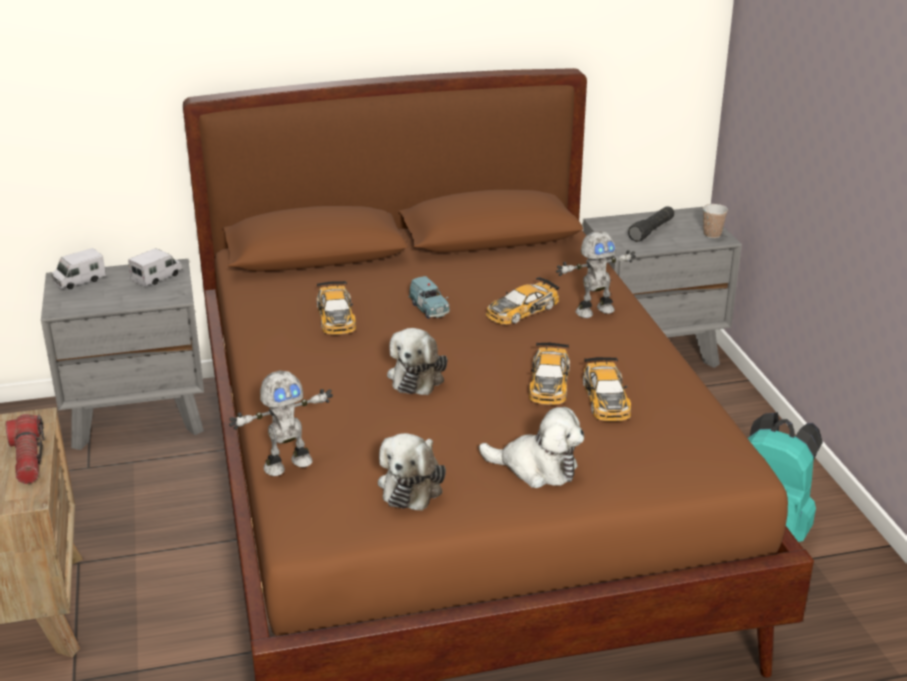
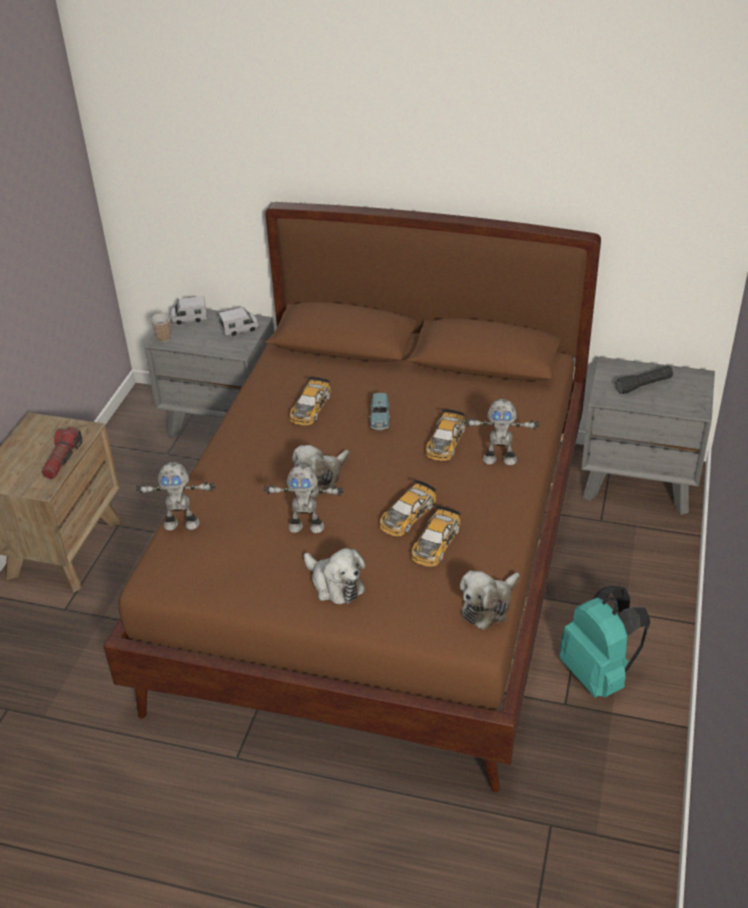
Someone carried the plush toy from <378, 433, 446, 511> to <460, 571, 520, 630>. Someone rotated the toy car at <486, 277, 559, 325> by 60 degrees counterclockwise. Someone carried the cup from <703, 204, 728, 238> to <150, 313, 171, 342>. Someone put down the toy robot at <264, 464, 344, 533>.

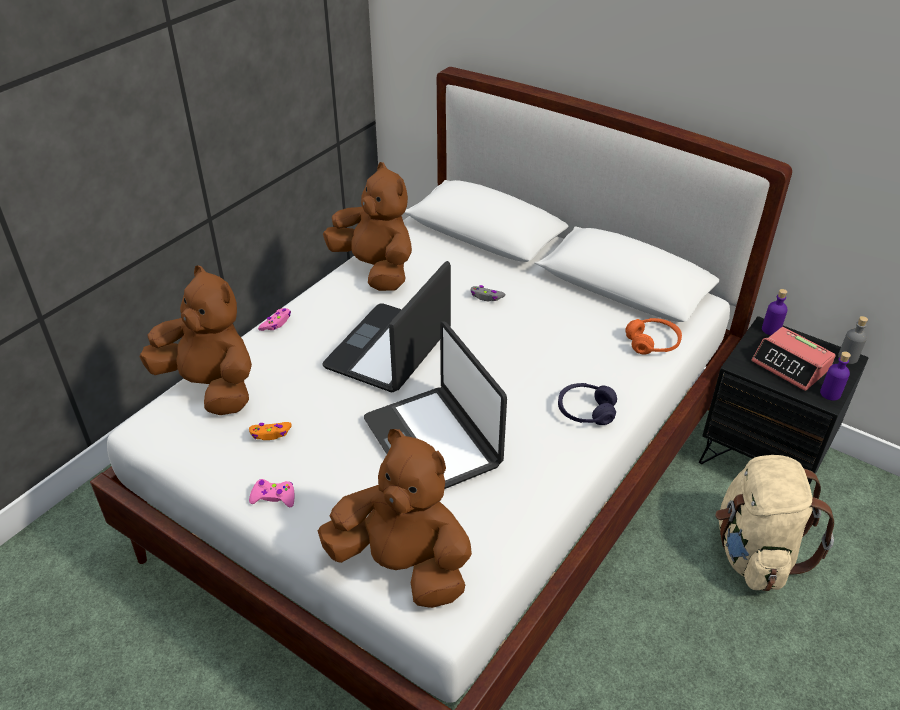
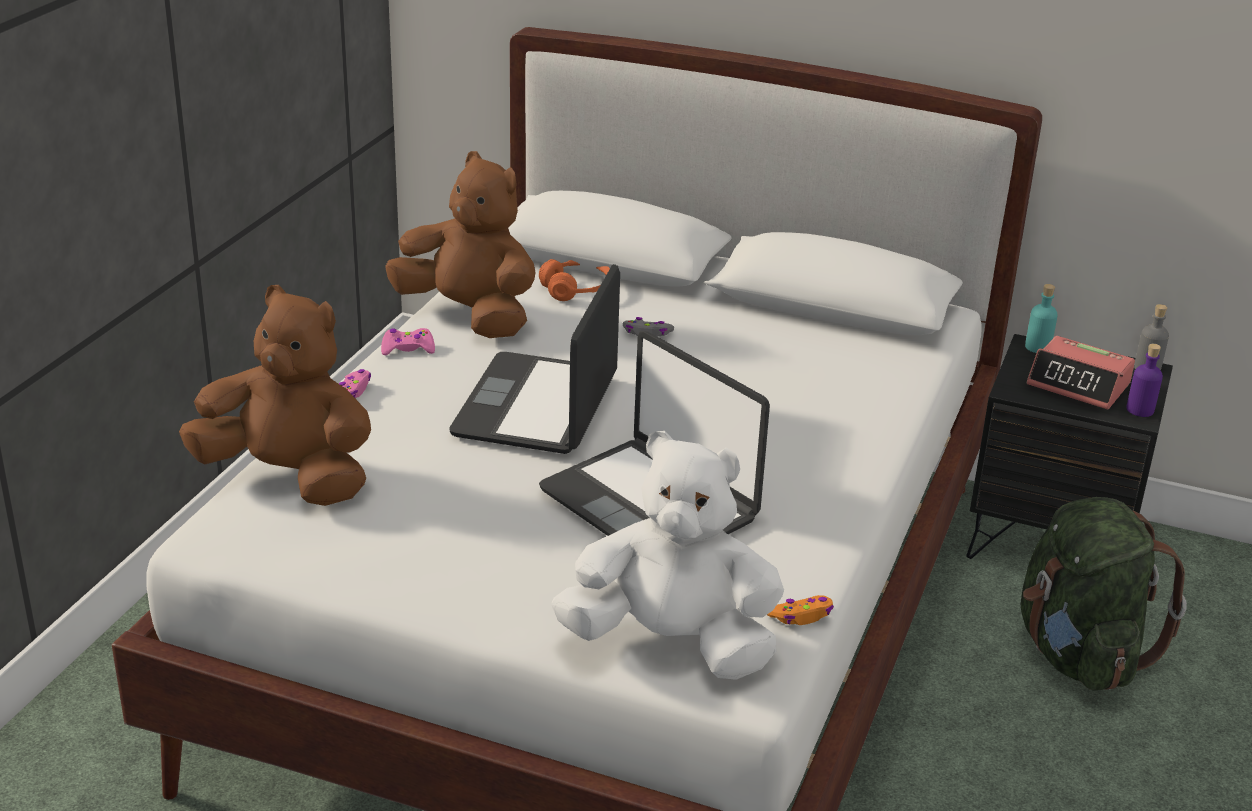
Someone carried the game controller (orange) from <249, 422, 292, 440> to <767, 595, 834, 625>. Someone carried the game controller (pink) from <249, 479, 294, 507> to <381, 328, 435, 355>. Someone repainted the plush toy (brown) at <318, 429, 472, 608>, which became the plush toy (white) at <551, 431, 784, 680>. Someone took away the headphones (purple) at <558, 383, 617, 425>. Someone carried the headphones (orange) from <625, 318, 682, 354> to <539, 259, 610, 301>. Someone repainted the backpack (beige) at <715, 455, 834, 591>, which became the backpack (green) at <1021, 497, 1187, 691>. Someone repainted the bottle (purple) at <762, 289, 787, 335>, which became the bottle (turquoise) at <1025, 284, 1058, 353>.

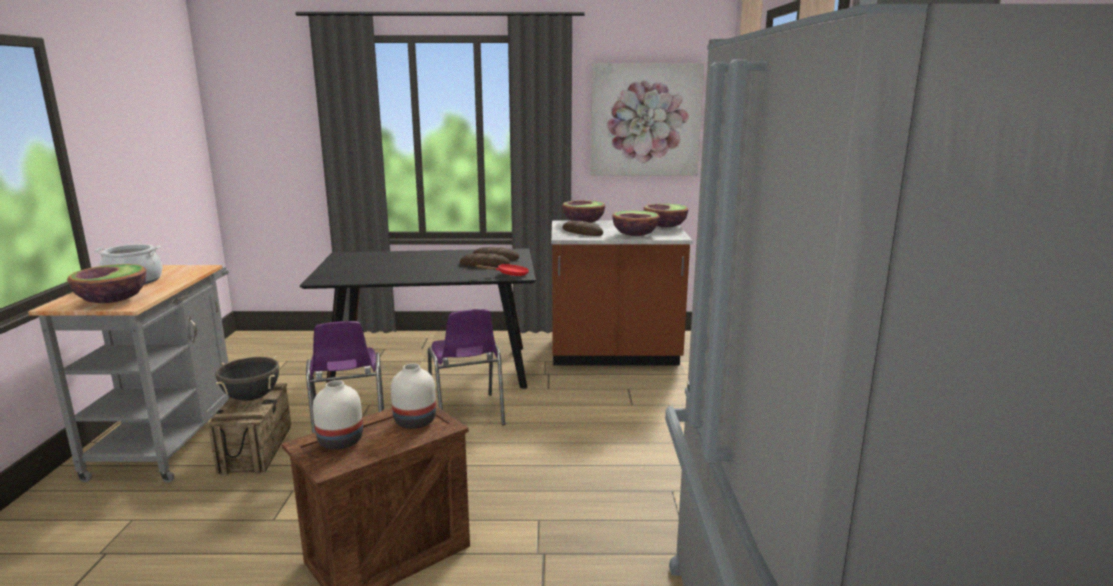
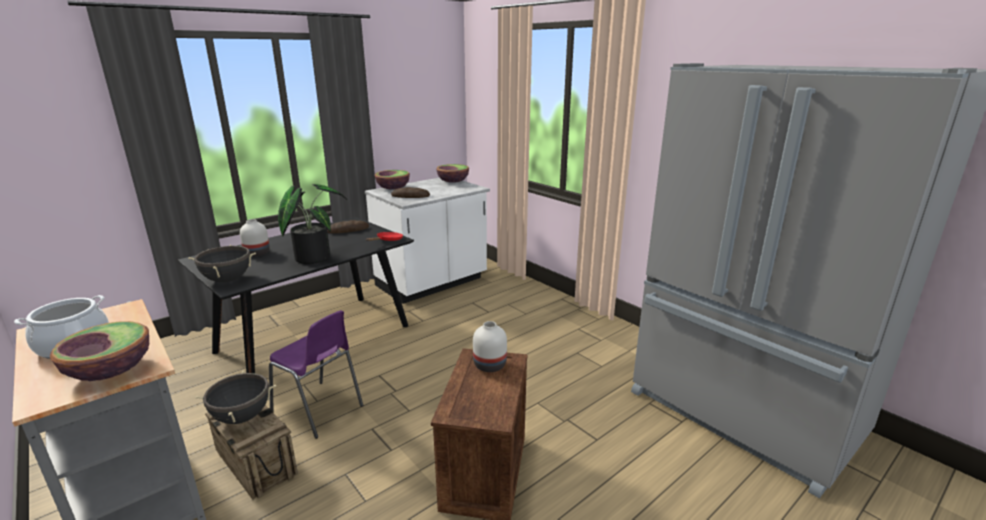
Someone carried the vase (white) from <313, 380, 363, 450> to <240, 219, 270, 256>. Someone took away the chair (purple) at <428, 309, 505, 425>. Someone took away the bread at <460, 253, 510, 267>. Someone repainted the counter (brown) at <551, 220, 693, 366>, which became the counter (white) at <365, 178, 490, 304>. Someone took away the picture at <591, 63, 704, 175>. Someone took away the bowl at <612, 210, 660, 236>. Someone put down the cooking pot (black) at <188, 245, 256, 282>. Someone put down the potted plant at <278, 184, 347, 264>.

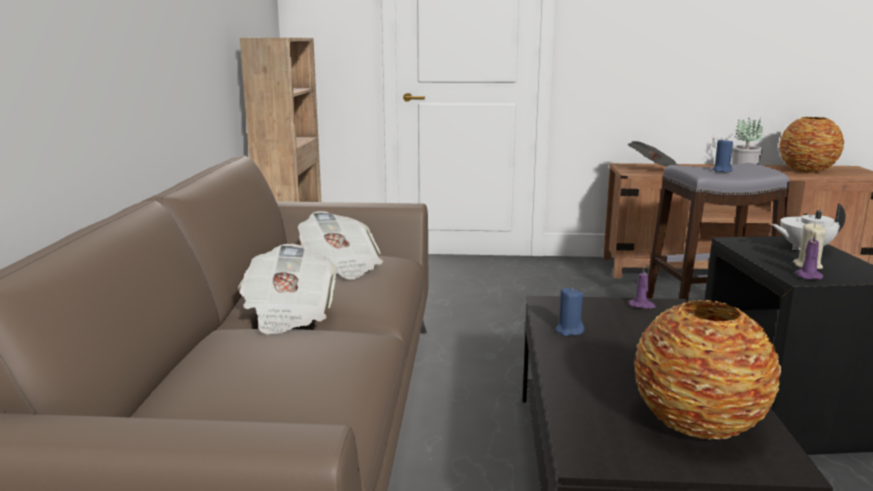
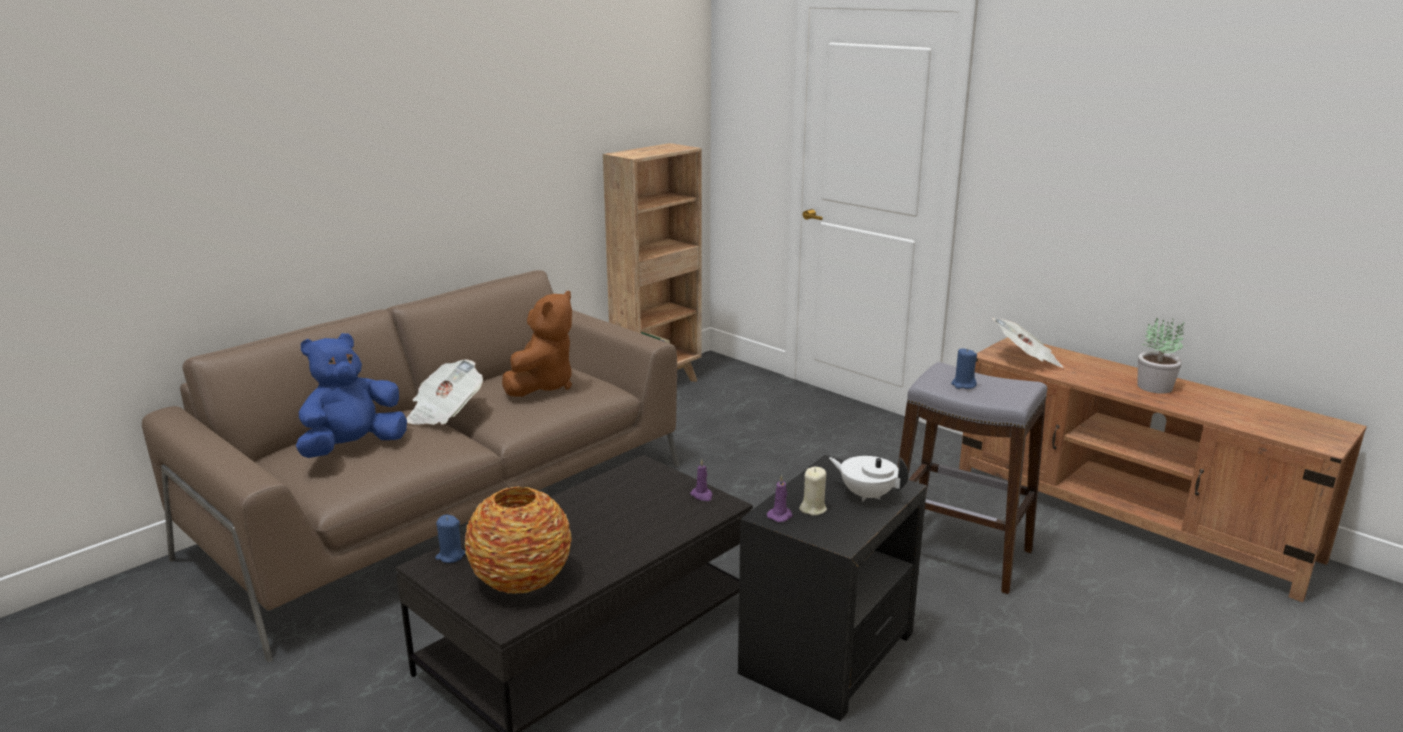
Someone swapped the newspaper at <298, 211, 383, 280> for the plush toy (brown) at <502, 291, 572, 397>. Someone carried the candle (blue) from <555, 287, 584, 336> to <435, 515, 465, 563>. Someone took away the vase at <779, 117, 844, 173>. Someone put down the plush toy (blue) at <296, 333, 407, 458>.

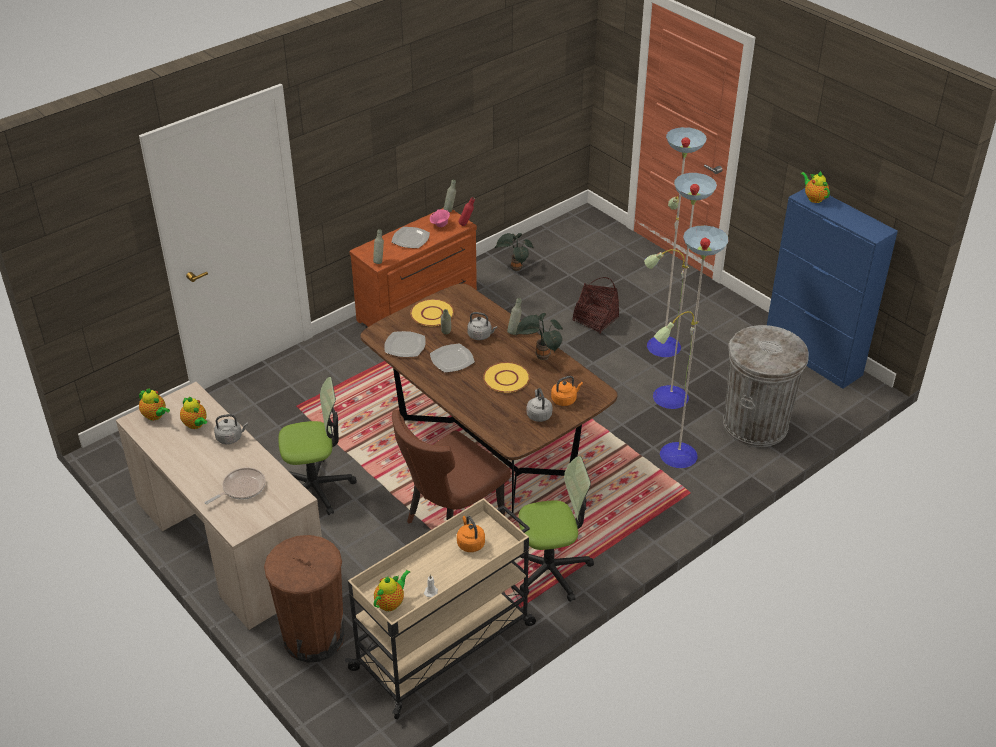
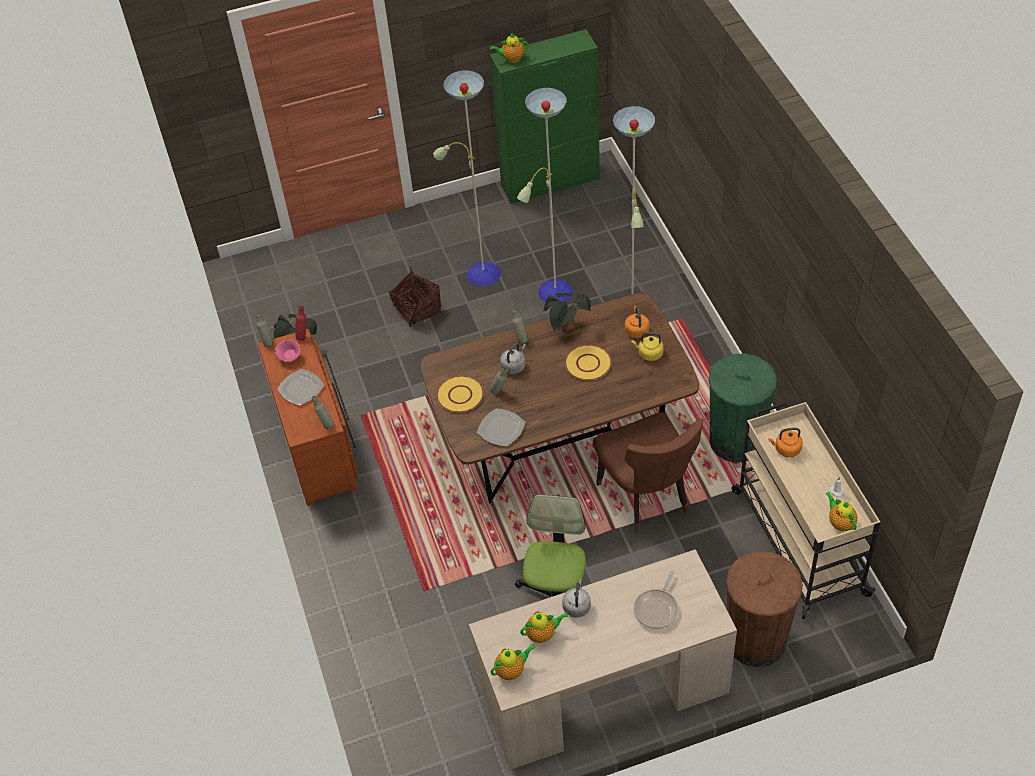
Someone rotated the frying pan at <205, 468, 266, 504> by 135 degrees counterclockwise. Someone took away the plate at <430, 343, 475, 373>. Someone swapped the office chair at <518, 456, 594, 602> for the trash can (green) at <709, 354, 777, 462>. Someone repainted the kettle (grey) at <527, 388, 553, 422>, which became the kettle (yellow) at <631, 332, 664, 361>. Someone took away the trash can (grey) at <723, 325, 808, 447>. Someone repainted the cabinet (blue) at <767, 188, 898, 389>, which became the cabinet (green) at <490, 29, 600, 204>.

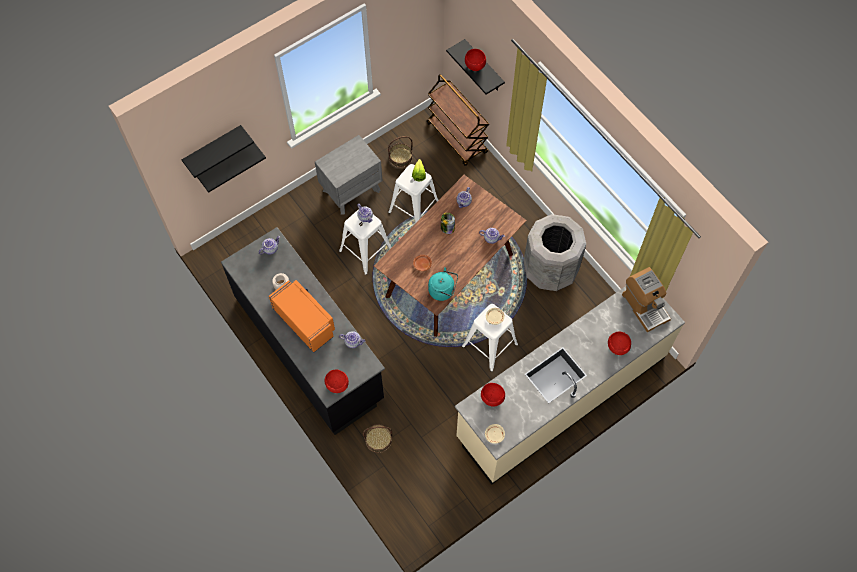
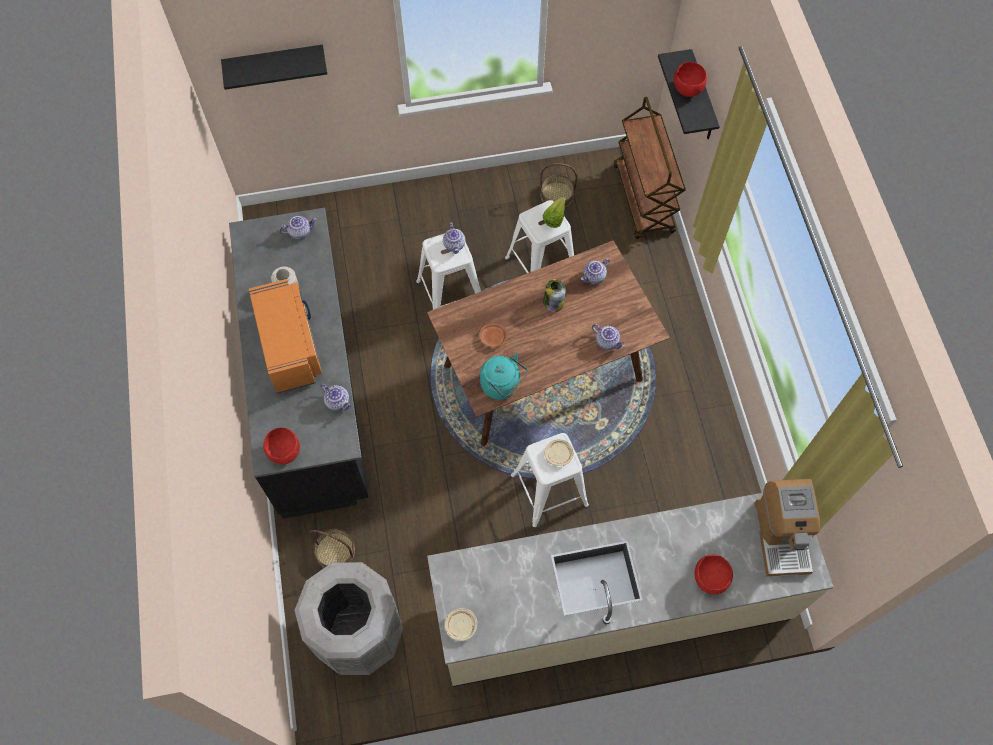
Someone took away the shelf (black) at <197, 142, 266, 193>. Someone took away the nightstand (grey) at <315, 135, 383, 215>. Someone took away the bowl (red) at <481, 383, 505, 407>. Someone carried the trash can (grey) from <523, 214, 586, 291> to <294, 562, 403, 675>.

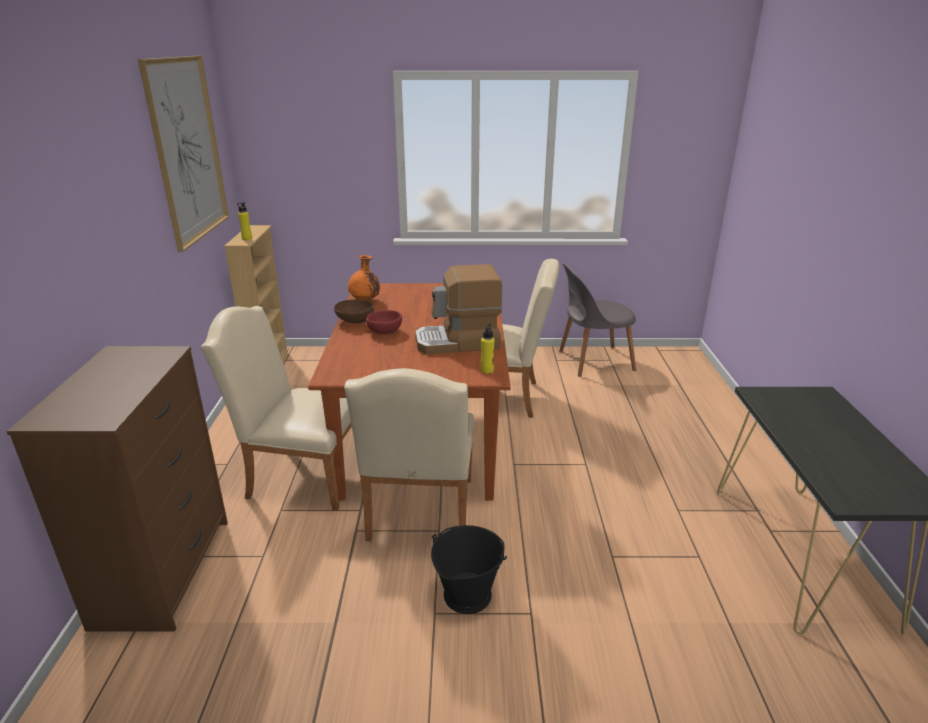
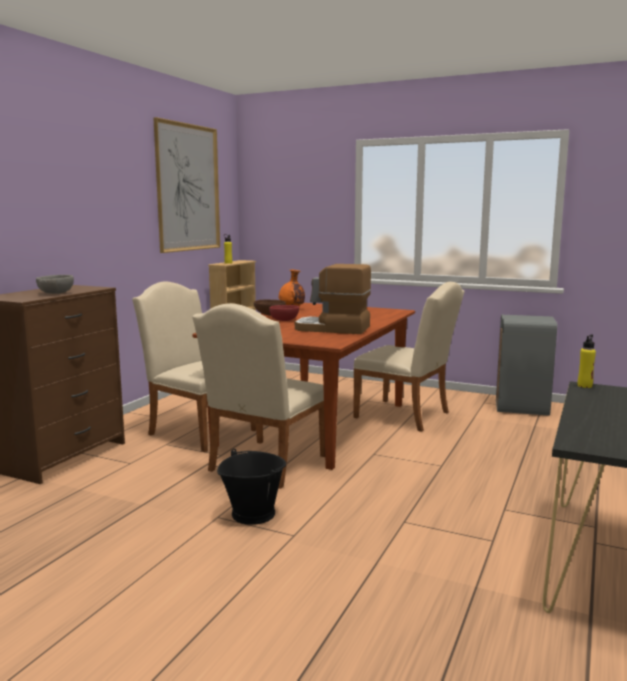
Someone carried the bottle (yellow) from <481, 323, 495, 374> to <578, 334, 596, 388>. Someone swapped the chair (grey) at <559, 263, 636, 377> for the trash can (grey) at <496, 315, 557, 416>. Someone put down the bowl (grey) at <36, 275, 74, 294>.

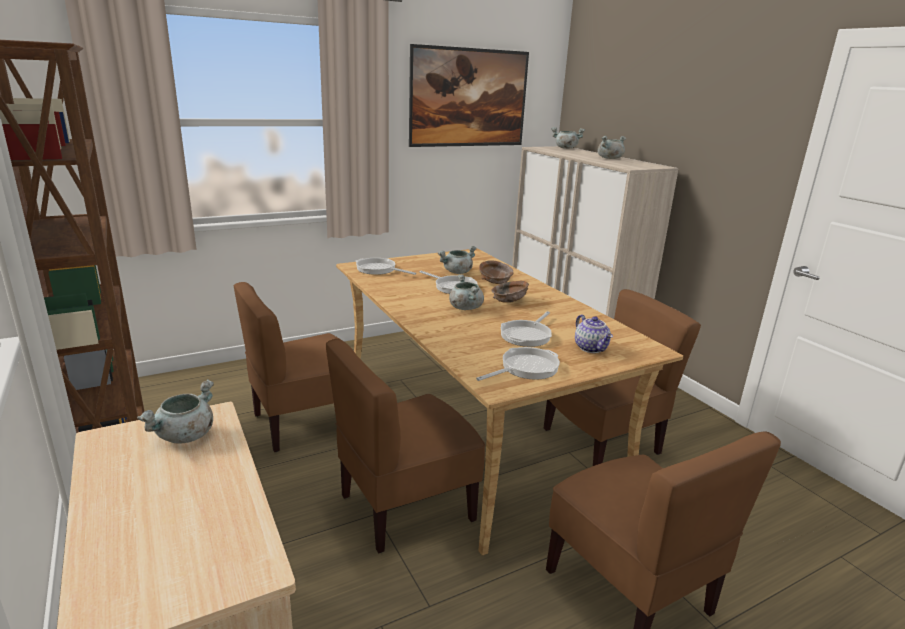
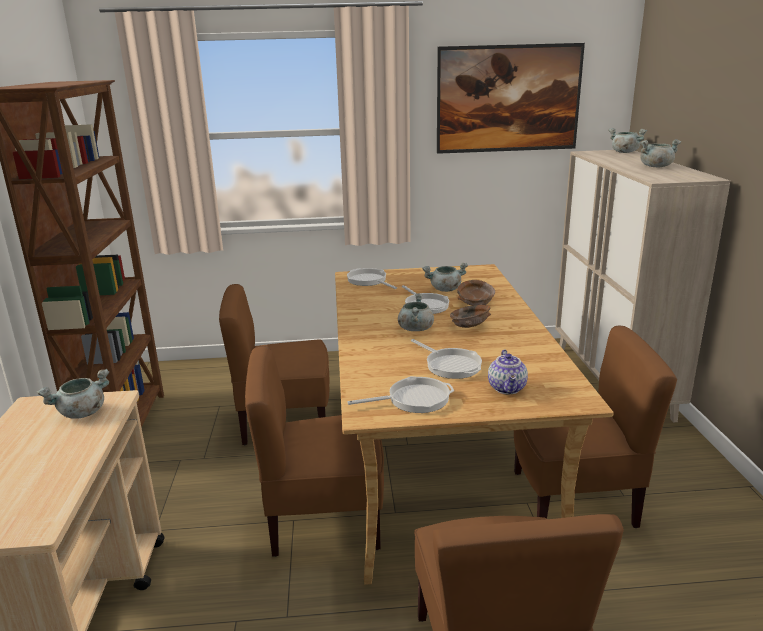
Someone rotated the frying pan at <501, 311, 552, 347> by 90 degrees counterclockwise.

